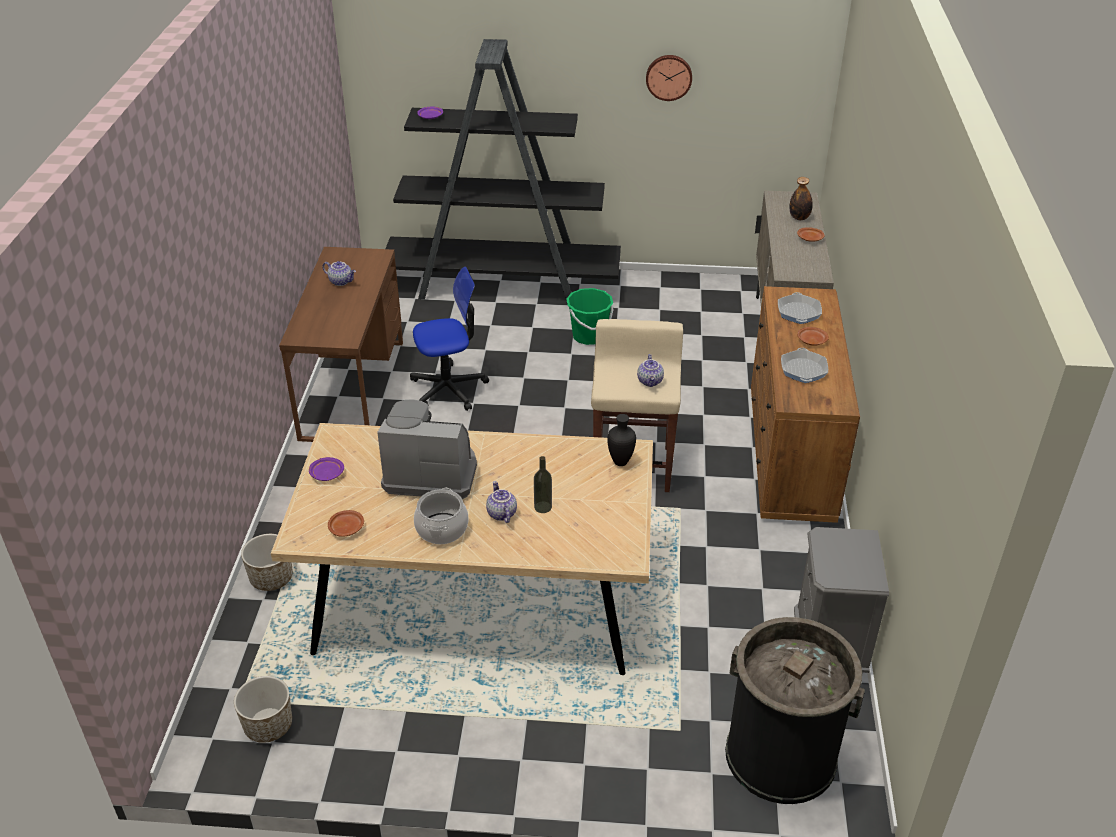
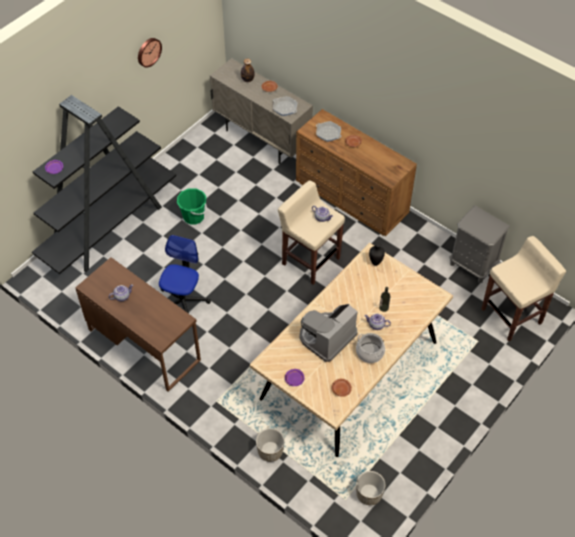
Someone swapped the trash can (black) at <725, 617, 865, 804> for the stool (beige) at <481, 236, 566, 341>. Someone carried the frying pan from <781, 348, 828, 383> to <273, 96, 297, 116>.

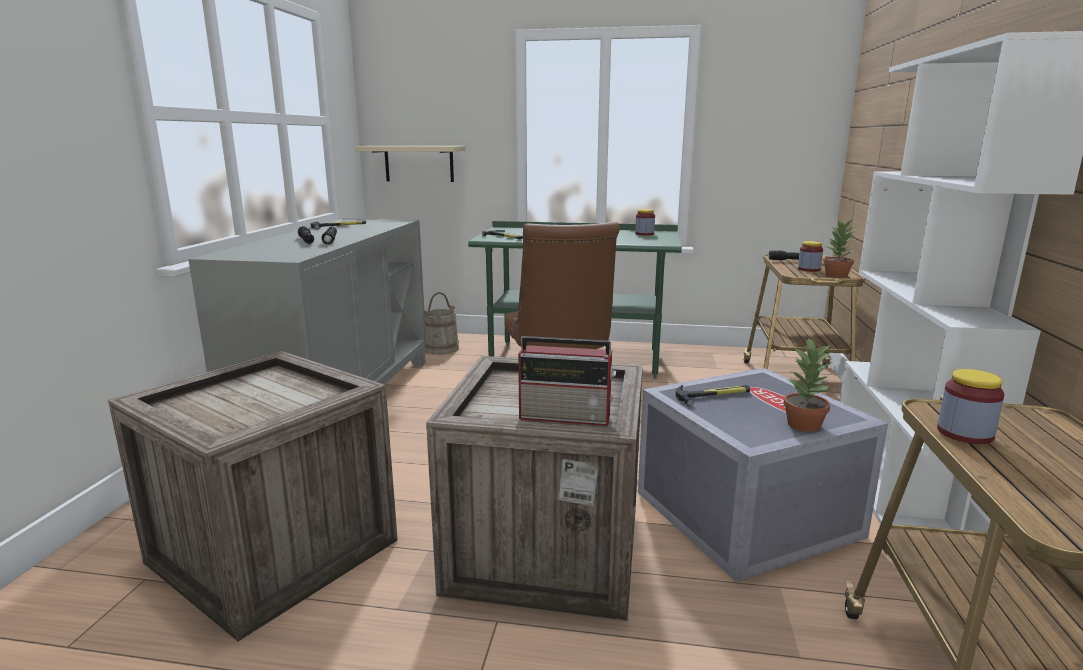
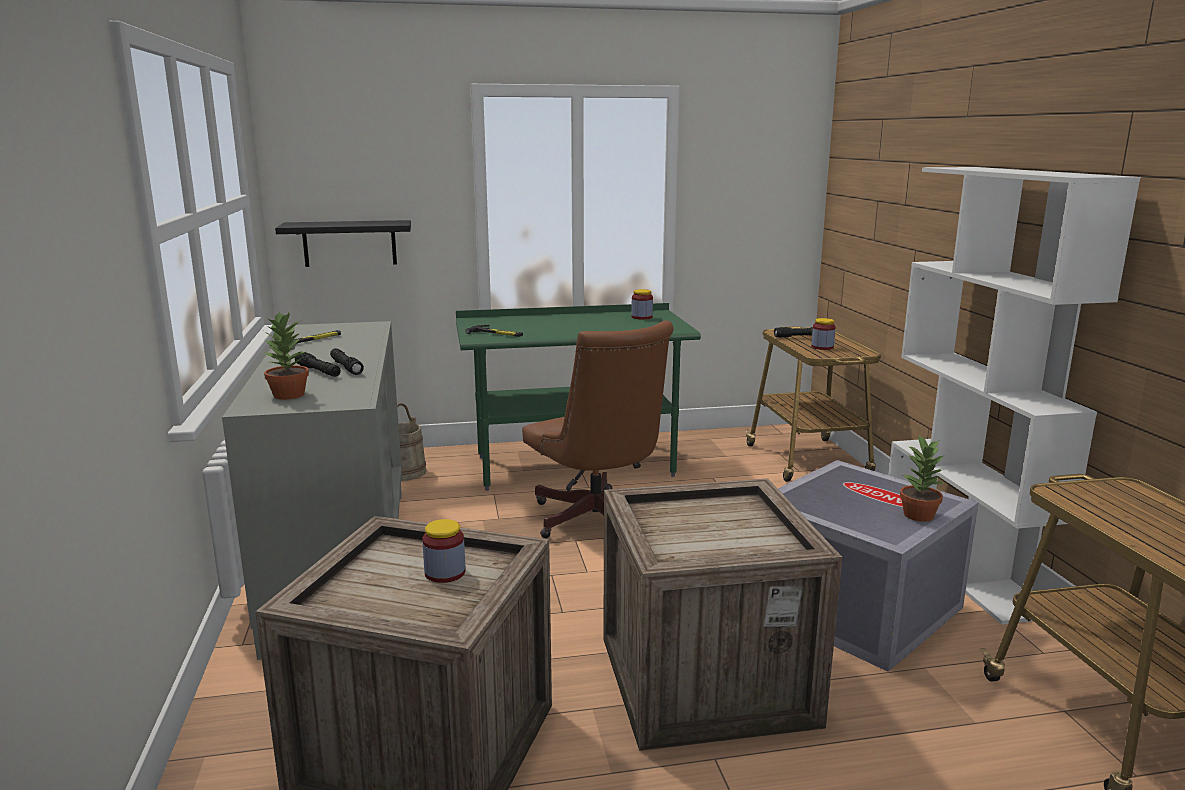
Someone repainted the shelf (beige) at <355, 146, 465, 182>, which became the shelf (black) at <275, 220, 411, 267>. Someone took away the radio at <518, 336, 616, 426>. Someone took away the hammer at <676, 385, 750, 406>. Someone carried the potted plant from <823, 219, 855, 278> to <264, 311, 309, 400>. Someone carried the jar from <937, 369, 1004, 444> to <422, 519, 465, 583>.

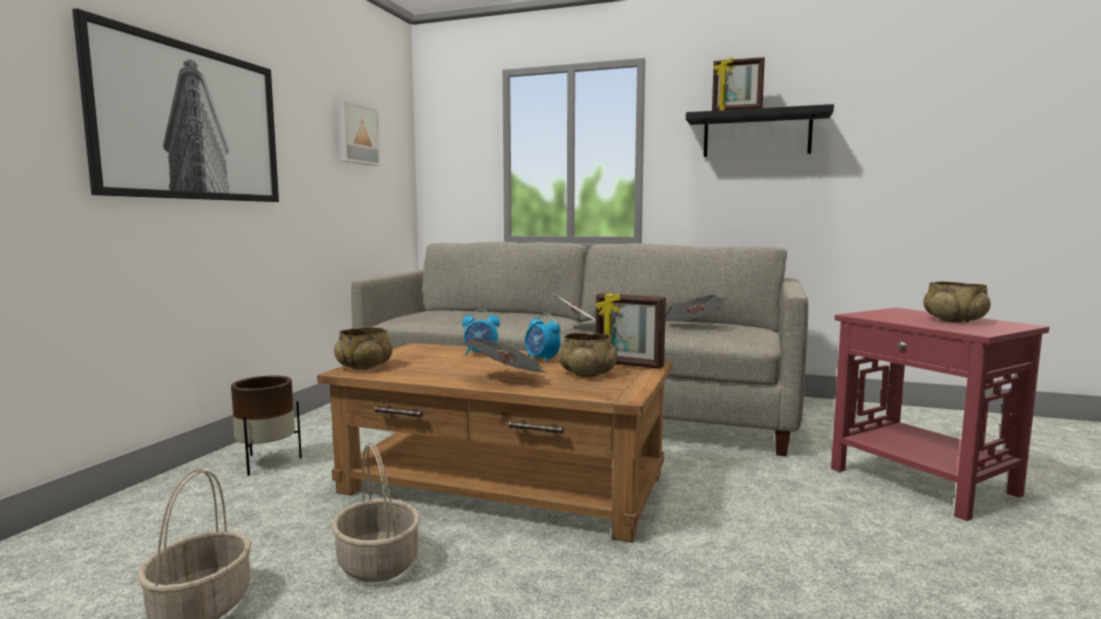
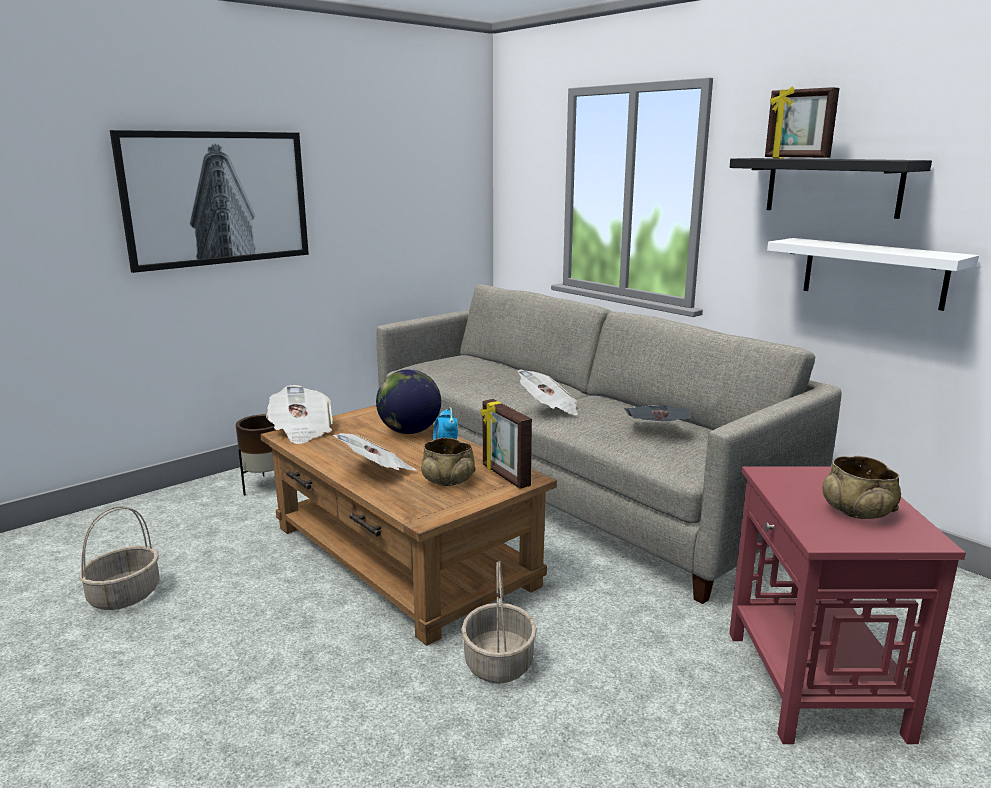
Someone carried the basket from <332, 441, 420, 582> to <461, 561, 537, 684>. Someone swapped the bowl (beige) at <334, 327, 393, 370> for the newspaper at <266, 385, 333, 444>. Someone took away the picture at <337, 100, 380, 166>. Someone swapped the alarm clock at <462, 309, 500, 355> for the globe at <376, 369, 441, 434>. Someone put up the shelf (white) at <767, 238, 979, 311>.

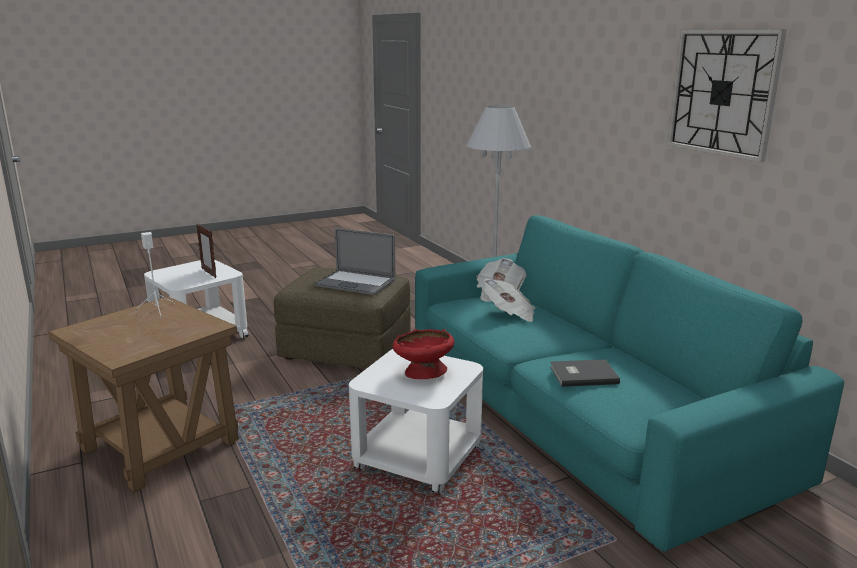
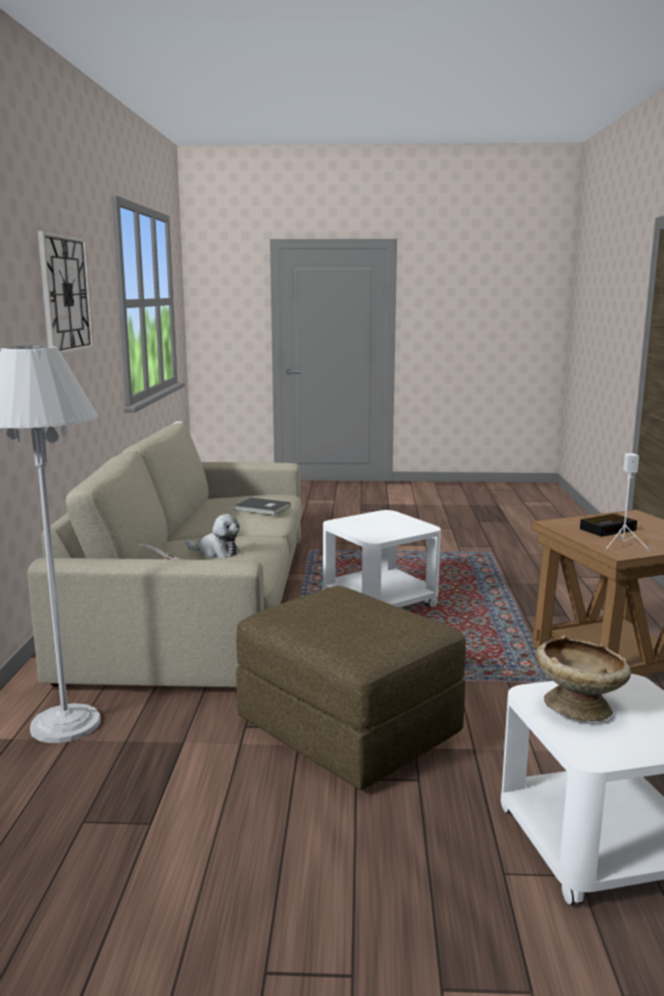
Someone swapped the picture frame at <196, 224, 217, 278> for the bowl (beige) at <535, 635, 631, 721>. Someone took away the laptop at <314, 228, 395, 295>. Someone took away the bowl (red) at <393, 329, 454, 379>. Someone repainted the sofa (turquoise) at <415, 215, 844, 552>, which became the sofa (beige) at <27, 423, 302, 687>. Someone swapped the newspaper at <484, 279, 535, 322> for the plush toy at <186, 514, 240, 558>. Someone put down the alarm clock at <580, 514, 637, 537>.

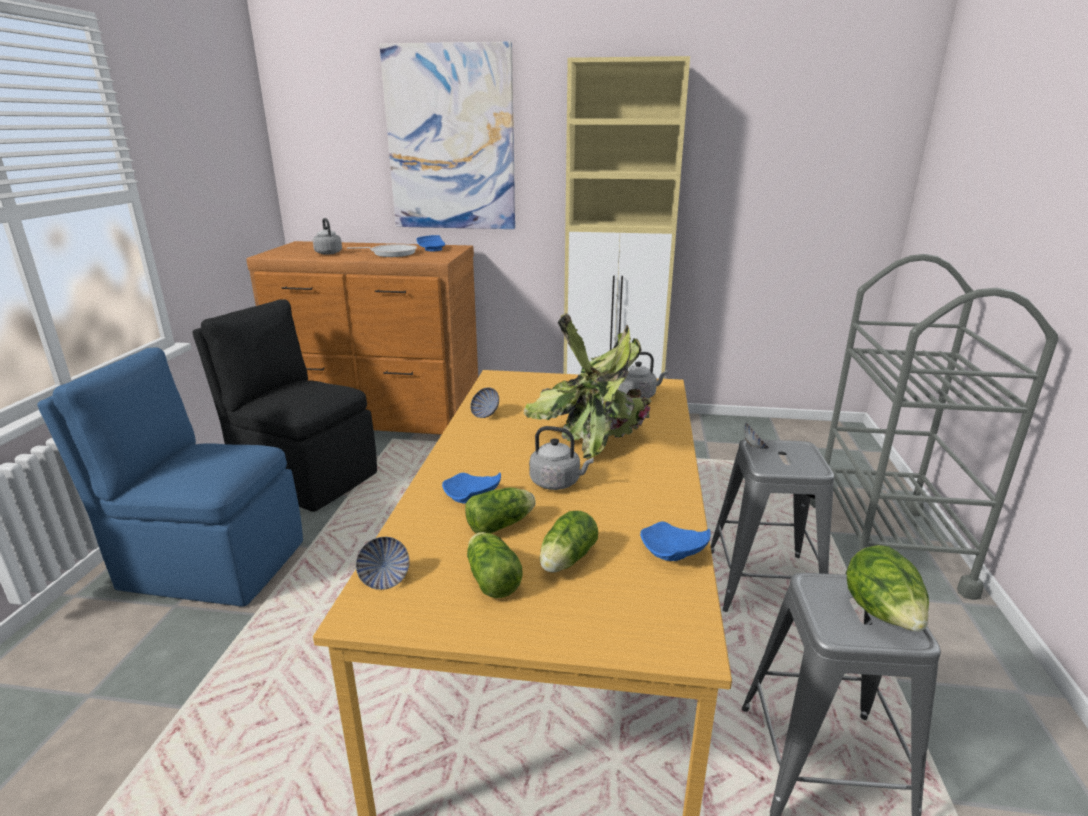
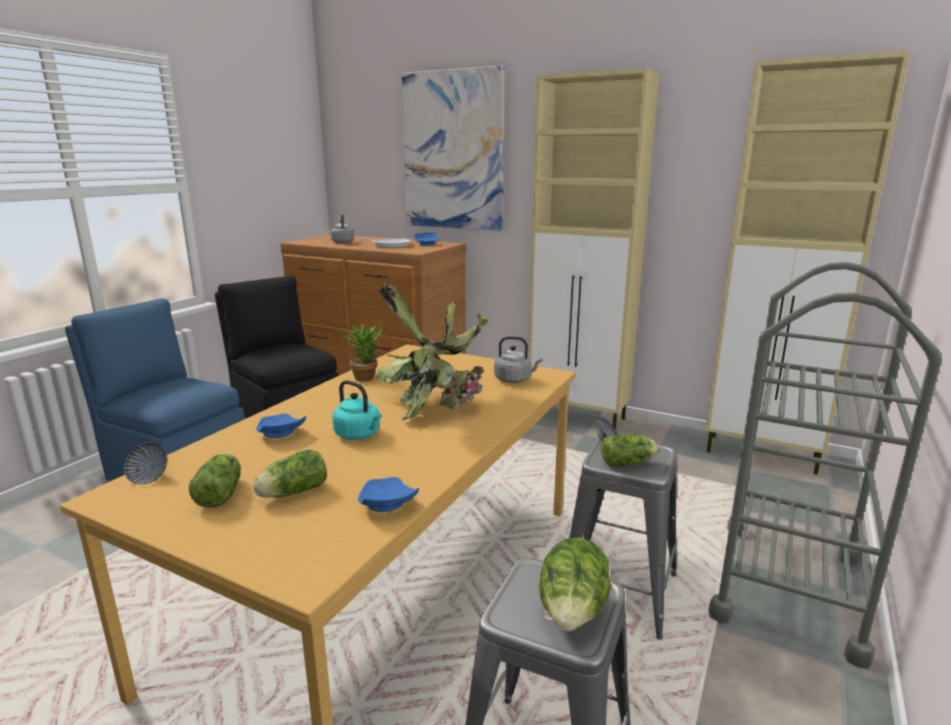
Someone carried the lettuce from <465, 488, 536, 534> to <601, 434, 659, 467>. Someone swapped the bowl at <470, 387, 499, 418> for the potted plant at <341, 323, 383, 382>. Someone repainted the kettle (grey) at <529, 426, 594, 490>, which became the kettle (turquoise) at <332, 380, 382, 440>. Someone put down the cabinet (beige) at <706, 51, 911, 475>.

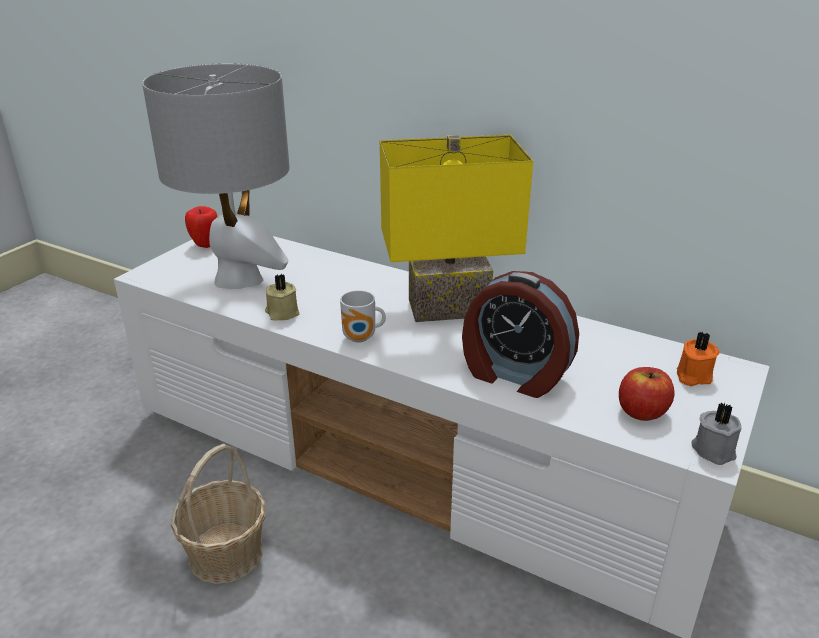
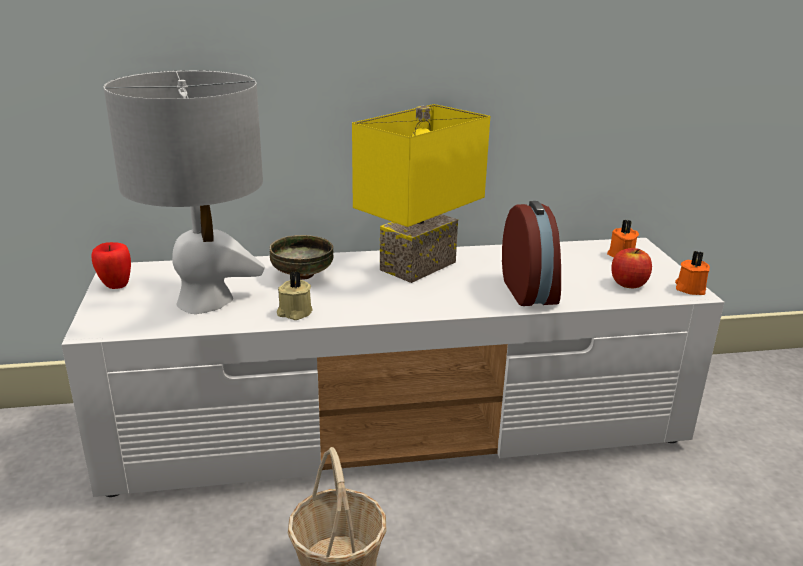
Someone took away the mug at <340, 290, 386, 343>. Someone rotated the alarm clock at <462, 271, 579, 398> by 90 degrees counterclockwise. Someone repainted the candle (grey) at <691, 403, 741, 465>, which became the candle (orange) at <675, 251, 710, 295>. Someone put down the bowl at <269, 235, 334, 280>.

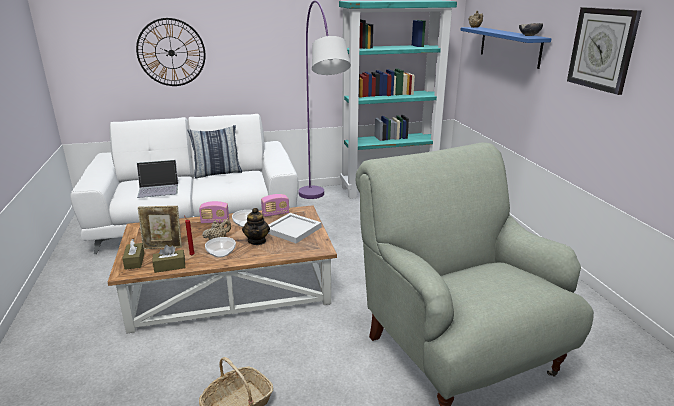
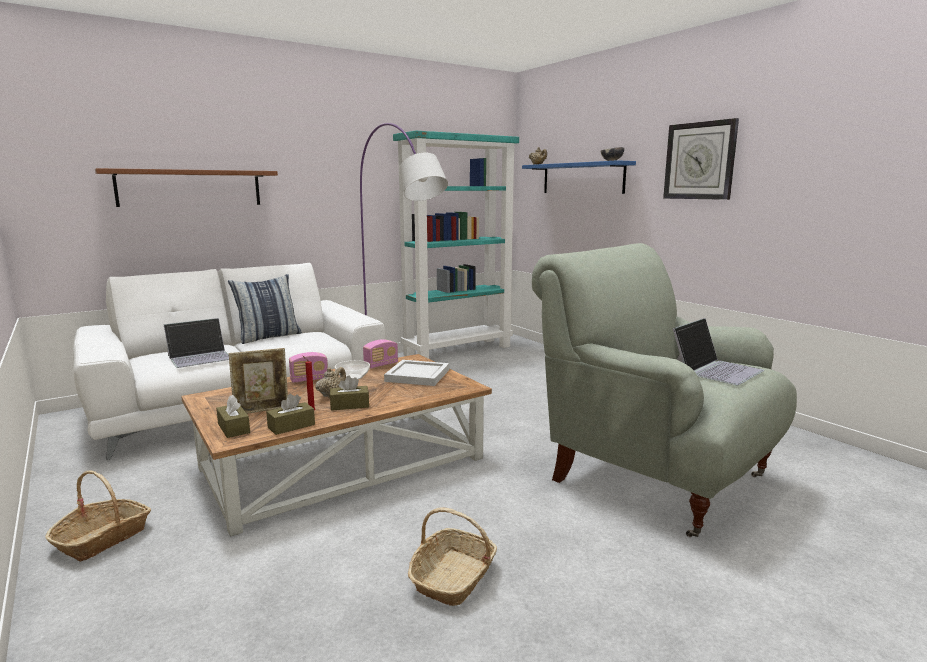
Someone swapped the wall clock at <136, 18, 206, 86> for the shelf (brown) at <95, 168, 278, 207>. Someone swapped the bowl at <205, 237, 236, 257> for the tissue box (brown) at <330, 375, 369, 411>. Someone took away the teapot at <242, 208, 270, 245>. Someone put down the basket at <45, 471, 151, 562>. Someone put down the laptop at <673, 318, 764, 385>.

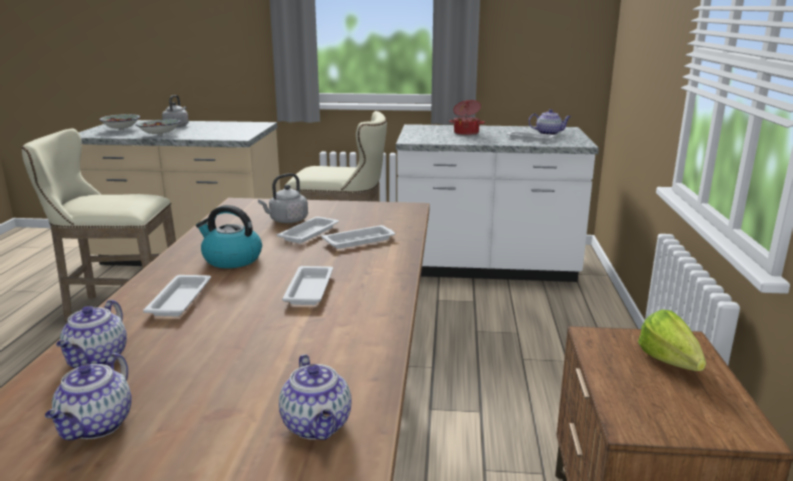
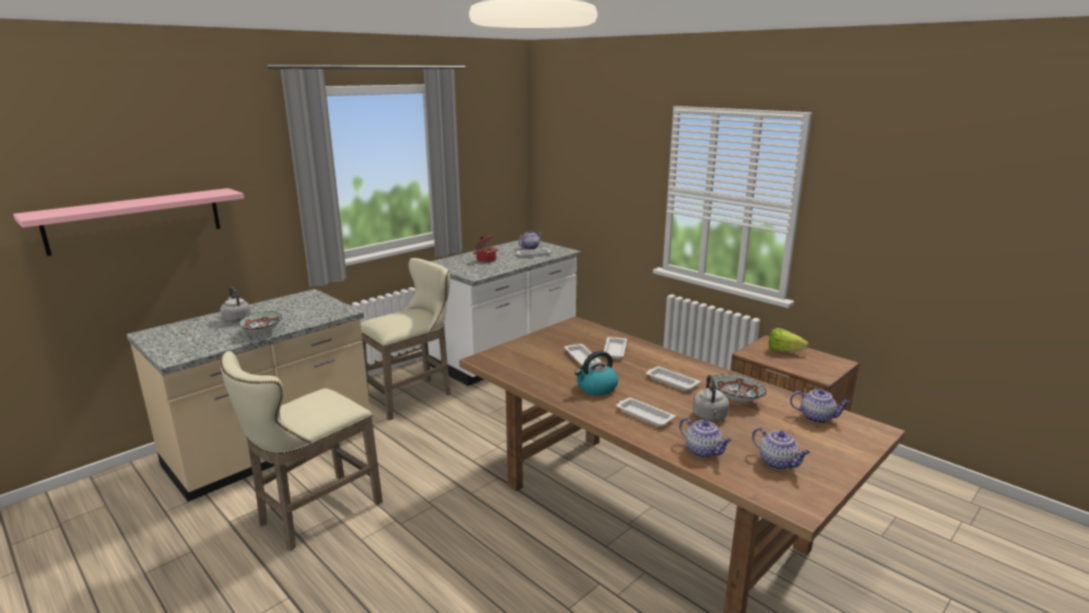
Someone carried the bowl from <99, 114, 140, 130> to <711, 374, 766, 402>. Someone carried the kettle (grey) from <258, 173, 308, 223> to <693, 375, 729, 421>. Someone put up the shelf (pink) at <13, 188, 244, 256>.

